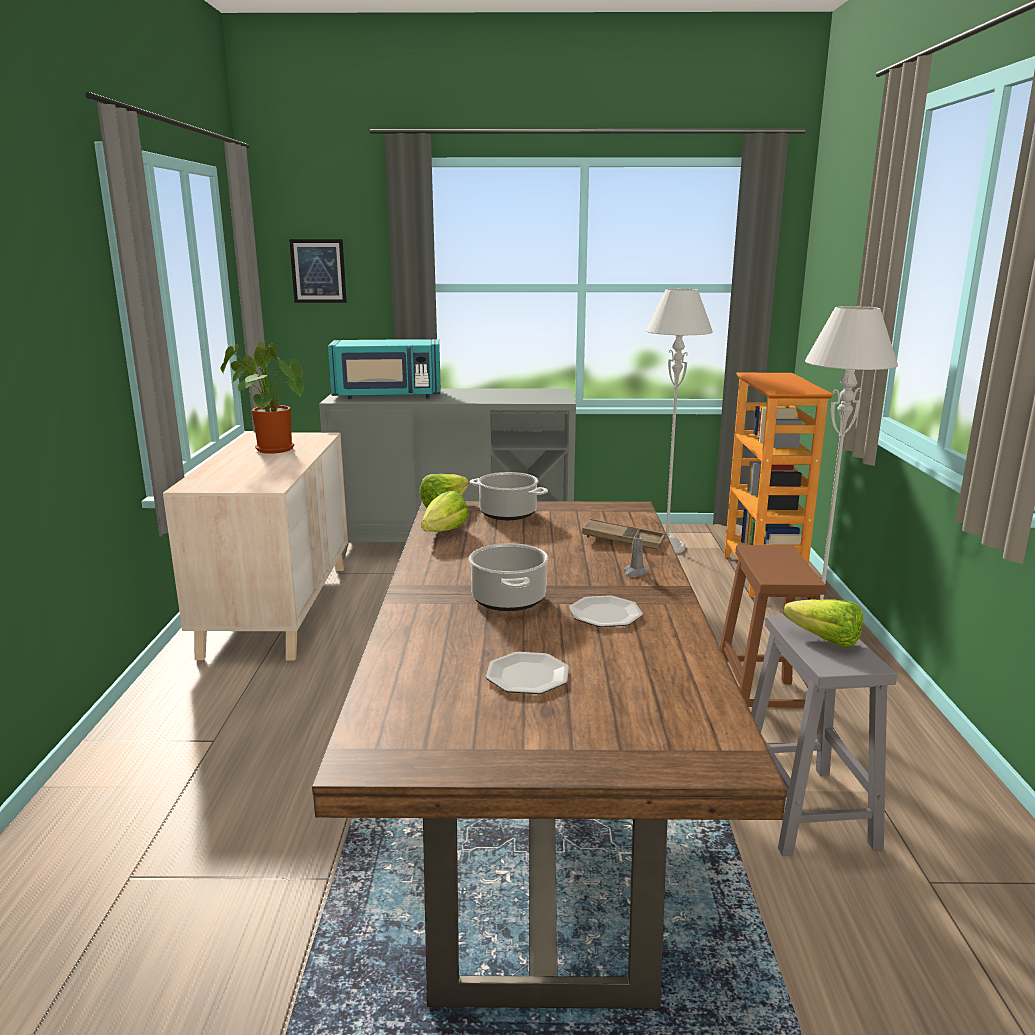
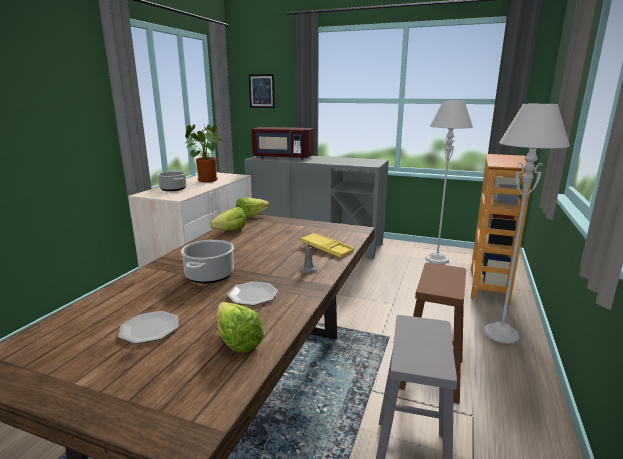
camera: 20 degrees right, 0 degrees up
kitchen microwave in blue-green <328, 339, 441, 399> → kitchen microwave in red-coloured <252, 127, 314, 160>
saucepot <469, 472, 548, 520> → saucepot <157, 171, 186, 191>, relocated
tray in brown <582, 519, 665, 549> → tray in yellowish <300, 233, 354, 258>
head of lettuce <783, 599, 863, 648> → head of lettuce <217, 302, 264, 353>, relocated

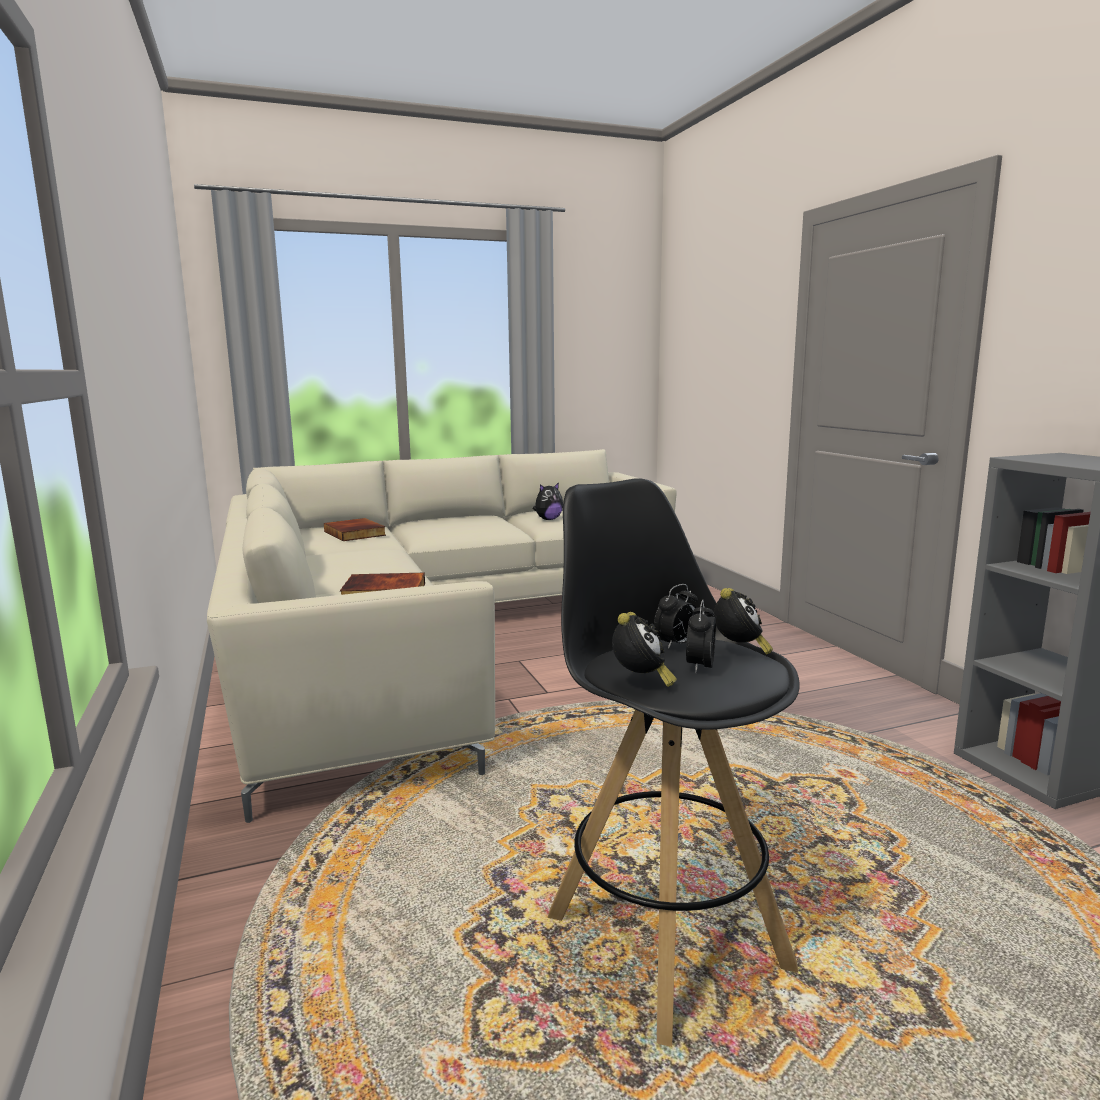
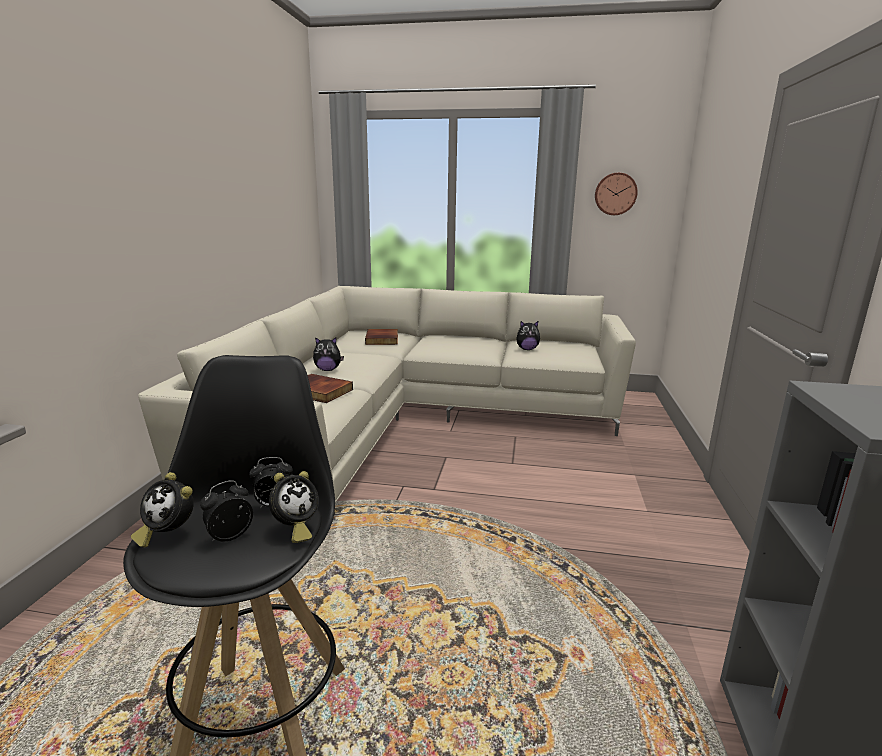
camera: 30 degrees right, 5 degrees up
alarm clock <612, 612, 677, 687> → alarm clock <131, 472, 194, 548>, 75 degrees clockwise
- → cuddly toy <313, 337, 344, 371>
- → clock on the wall <595, 172, 638, 215>

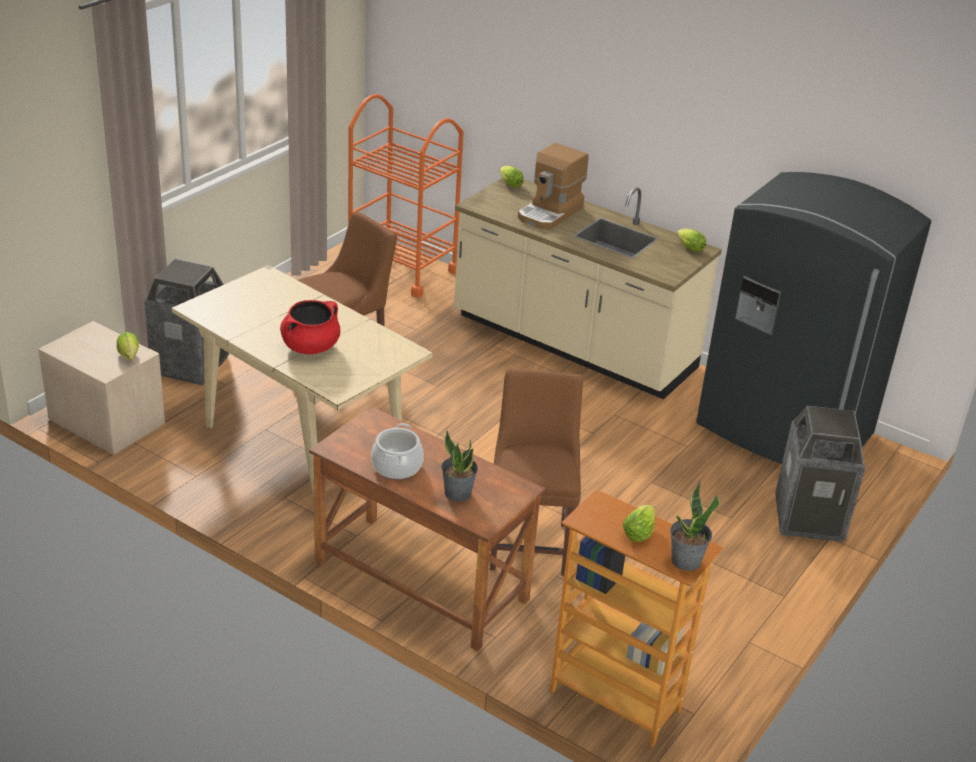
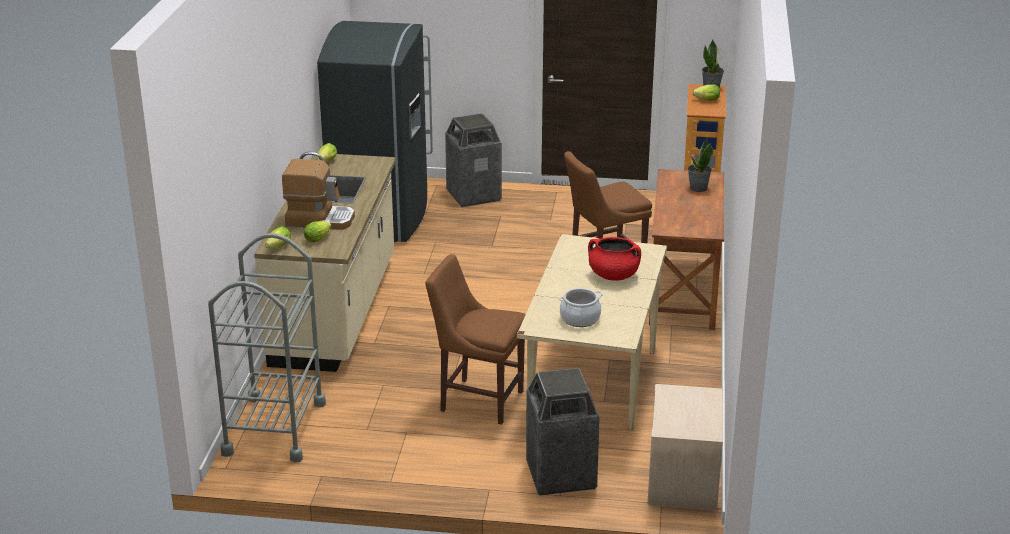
camera: 115 degrees left, 5 degrees down
head of lettuce <117, 332, 139, 360> → head of lettuce <304, 221, 332, 242>, relocated
wheeled cart in orange-coloured <348, 94, 464, 298> → wheeled cart in gray <208, 233, 326, 462>
saucepot <371, 423, 424, 479> → saucepot <559, 288, 603, 327>, relocated

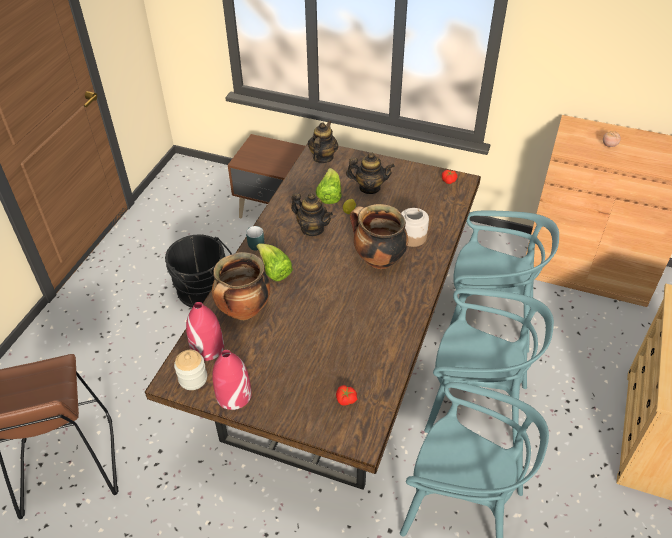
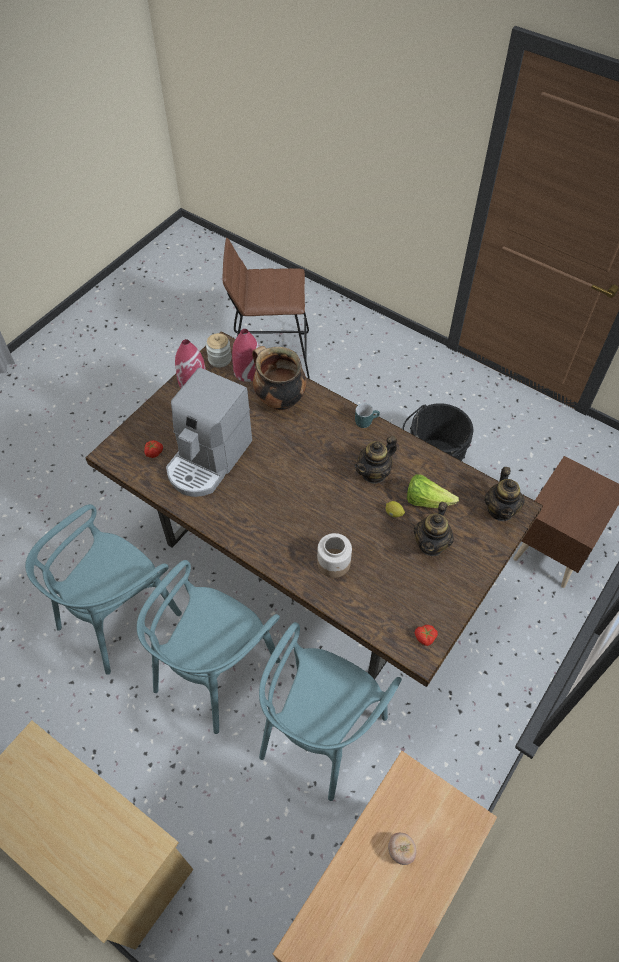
camera: 105 degrees right, 10 degrees up
head of lettuce <256, 243, 293, 281> → -
teapot <308, 121, 338, 163> → teapot <484, 467, 525, 521>, 60 degrees clockwise
saucepot <350, 204, 408, 269> → -
- → coffee brewer <166, 367, 252, 497>

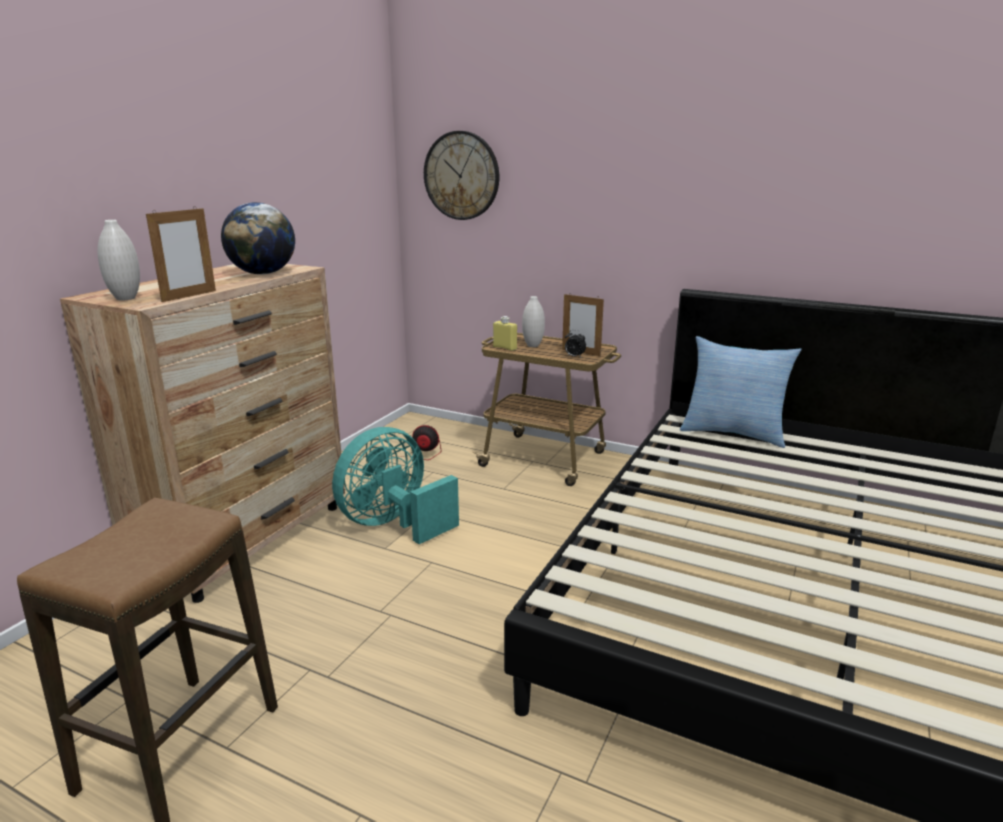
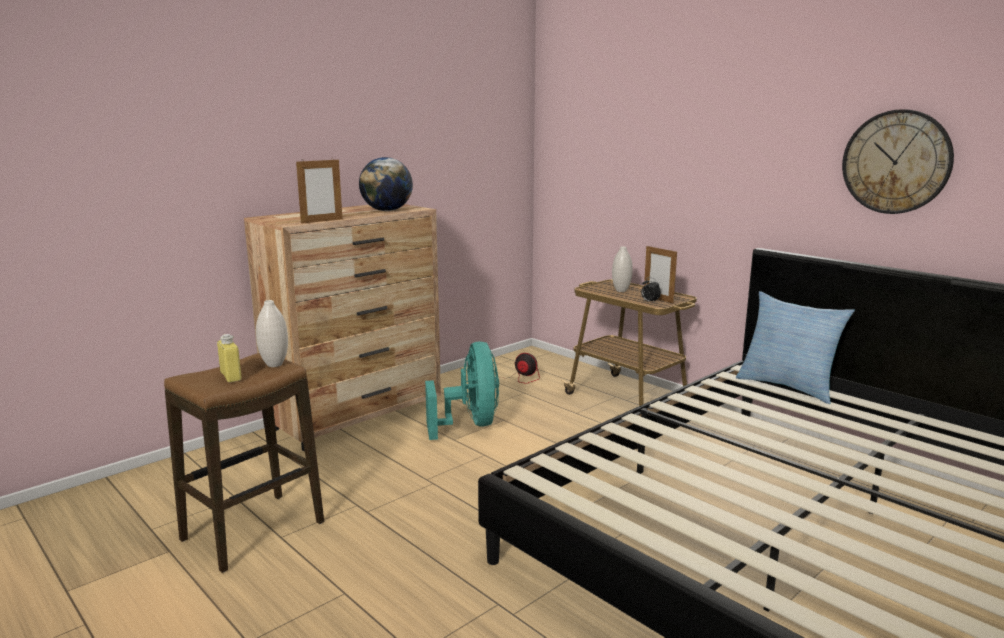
camera: 20 degrees right, 5 degrees down
vase in white-coloured <97, 220, 140, 300> → vase in white-coloured <256, 300, 288, 367>, relocated
fan in blue-green <332, 427, 459, 544> → fan in blue-green <425, 341, 499, 440>, 105 degrees clockwise
clock on the wall <424, 131, 499, 220> → clock on the wall <842, 109, 954, 214>, relocated
beverage bottle in yellowish <493, 316, 517, 351> → beverage bottle in yellowish <217, 334, 242, 382>, relocated

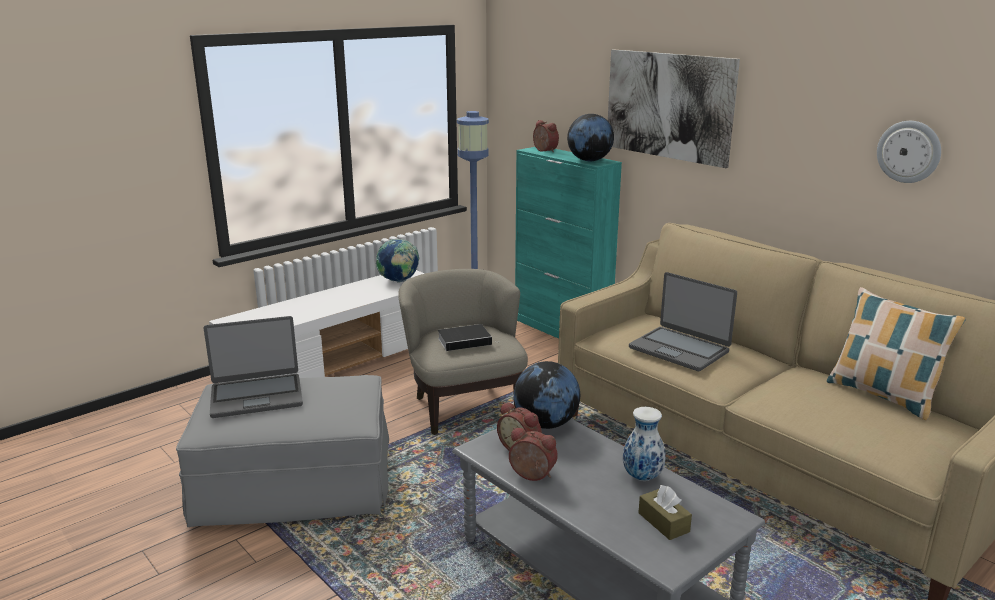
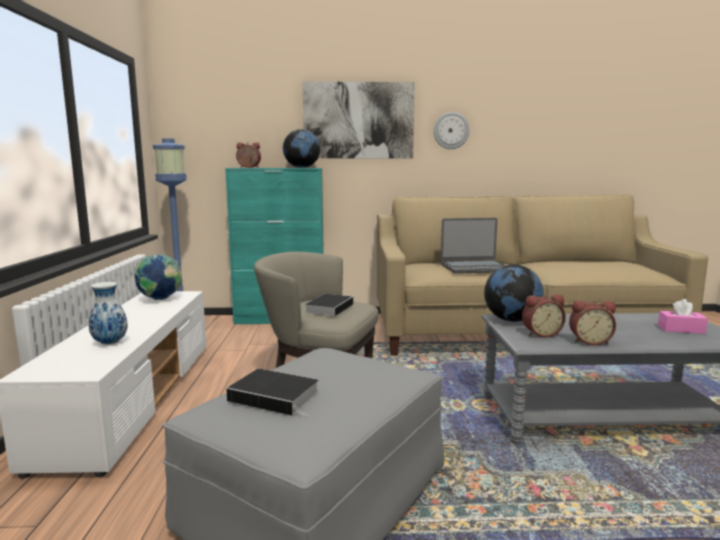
camera: 50 degrees left, 10 degrees down
notebook computer <204, 316, 303, 418> → bound book <226, 369, 319, 417>
alarm clock <509, 428, 558, 481> → alarm clock <569, 300, 616, 345>, 150 degrees counterclockwise
vase <623, 407, 666, 481> → vase <88, 282, 128, 345>, relocated
tissue box in brown <638, 485, 692, 540> → tissue box in pinkish <658, 299, 708, 334>
pillow <827, 287, 966, 420> → -
clock on the wall <877, 121, 941, 183> → clock on the wall <434, 112, 469, 149>, relocated

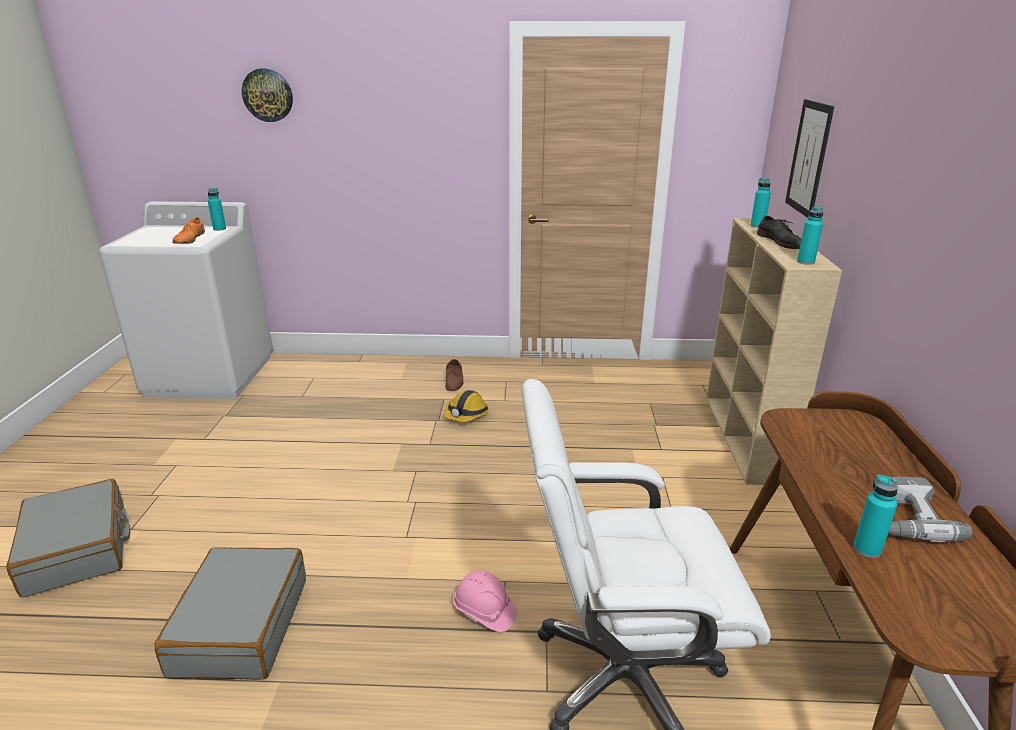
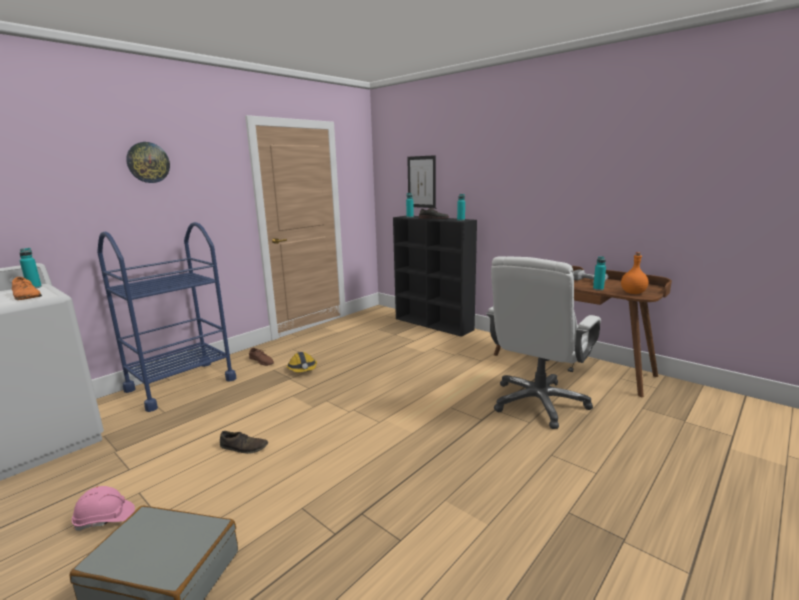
camera: 50 degrees left, 10 degrees down
suitcase in gray <154, 547, 306, 680> → -
clock on the wall <242, 68, 293, 122> → clock on the wall <126, 142, 170, 183>, relocated
hard hat in pinkish <453, 571, 517, 632> → hard hat in pinkish <72, 486, 135, 531>, relocated
bookshelf in beige <706, 218, 842, 485> → bookshelf in black-coloured <393, 216, 477, 337>
- → wheeled cart in bluish <97, 222, 237, 412>
- → low shoe in brown <220, 431, 268, 454>
- → beverage bottle in orange-coloured <621, 252, 648, 294>

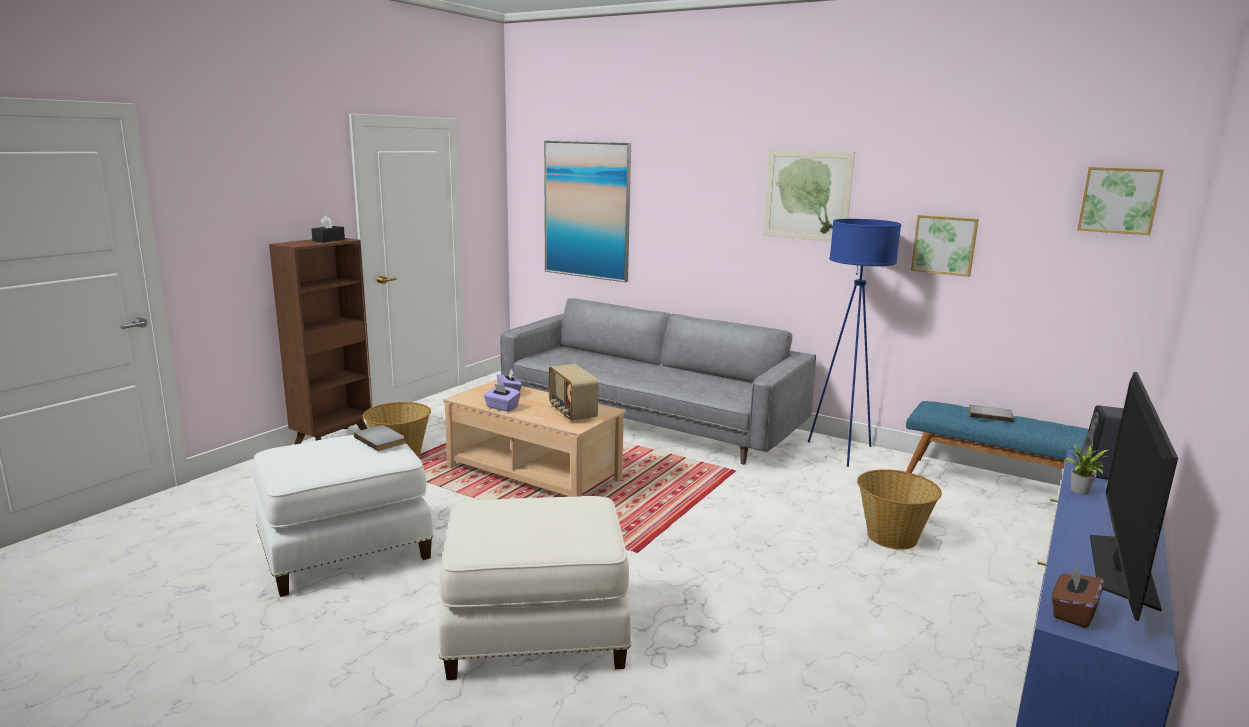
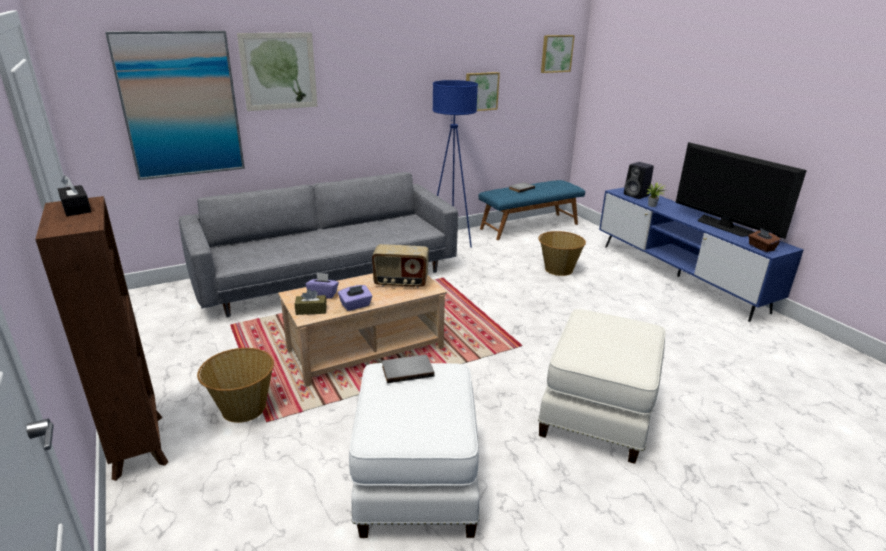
camera: 60 degrees left, 10 degrees up
wall picture <763, 150, 855, 242> → wall picture <237, 32, 318, 111>, relocated
- → tissue box in brown <295, 289, 327, 315>

